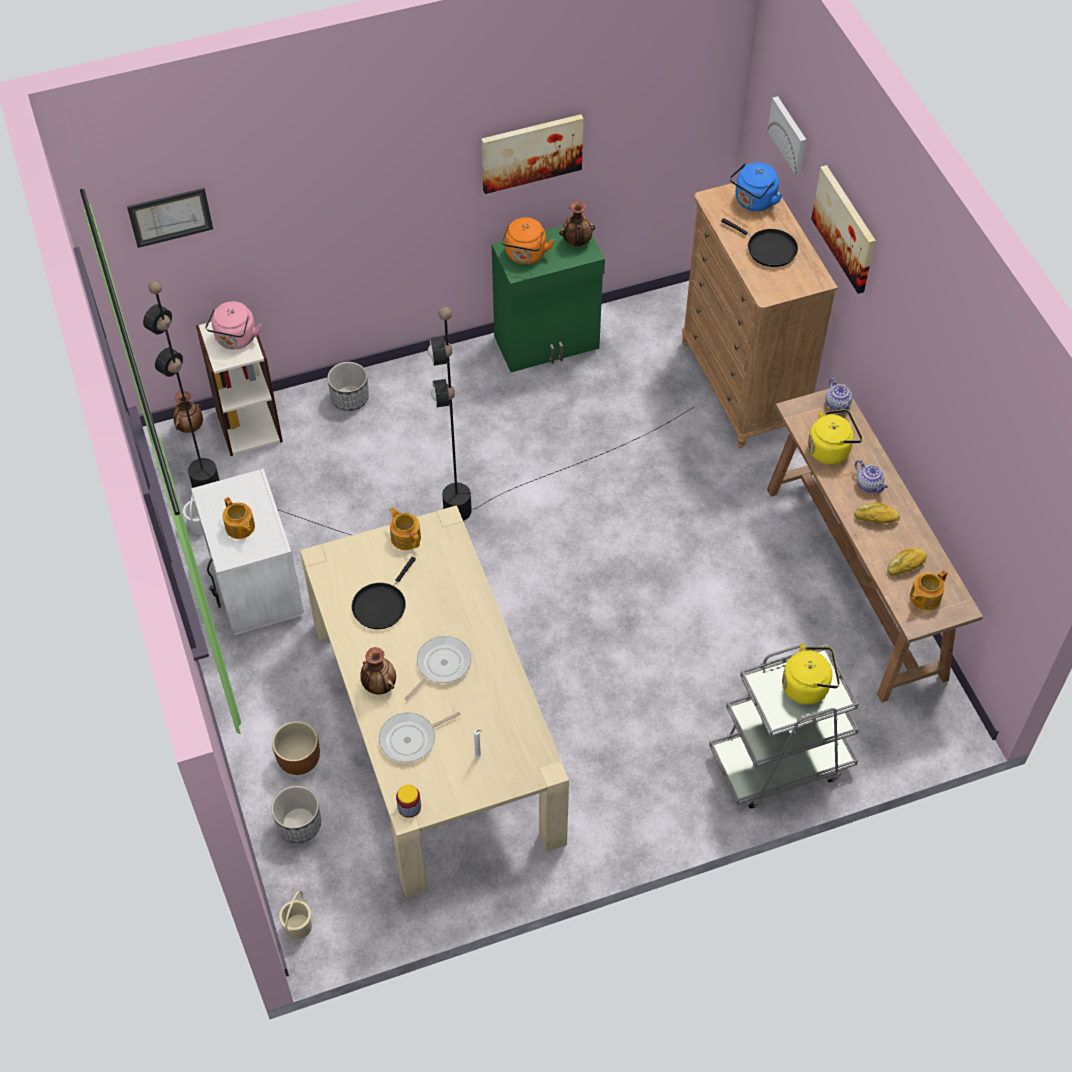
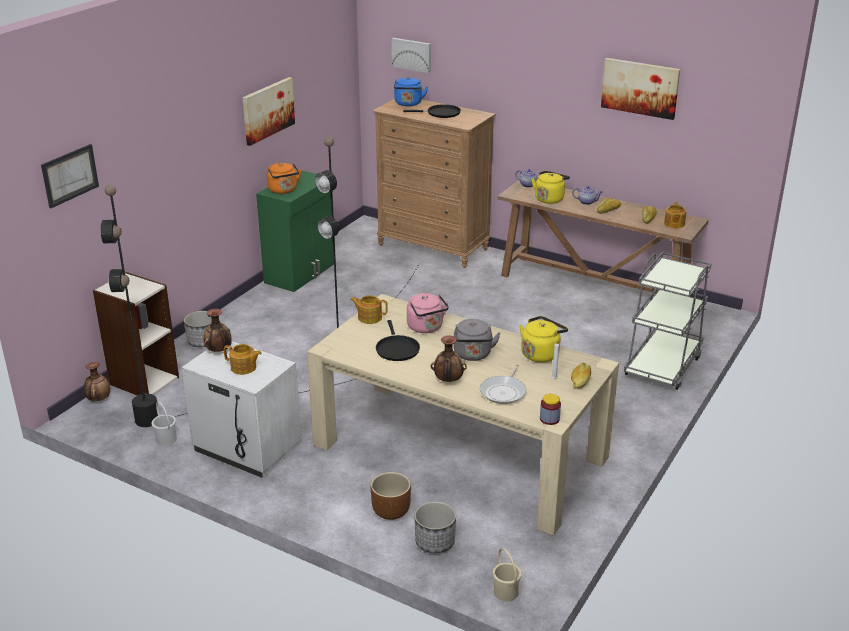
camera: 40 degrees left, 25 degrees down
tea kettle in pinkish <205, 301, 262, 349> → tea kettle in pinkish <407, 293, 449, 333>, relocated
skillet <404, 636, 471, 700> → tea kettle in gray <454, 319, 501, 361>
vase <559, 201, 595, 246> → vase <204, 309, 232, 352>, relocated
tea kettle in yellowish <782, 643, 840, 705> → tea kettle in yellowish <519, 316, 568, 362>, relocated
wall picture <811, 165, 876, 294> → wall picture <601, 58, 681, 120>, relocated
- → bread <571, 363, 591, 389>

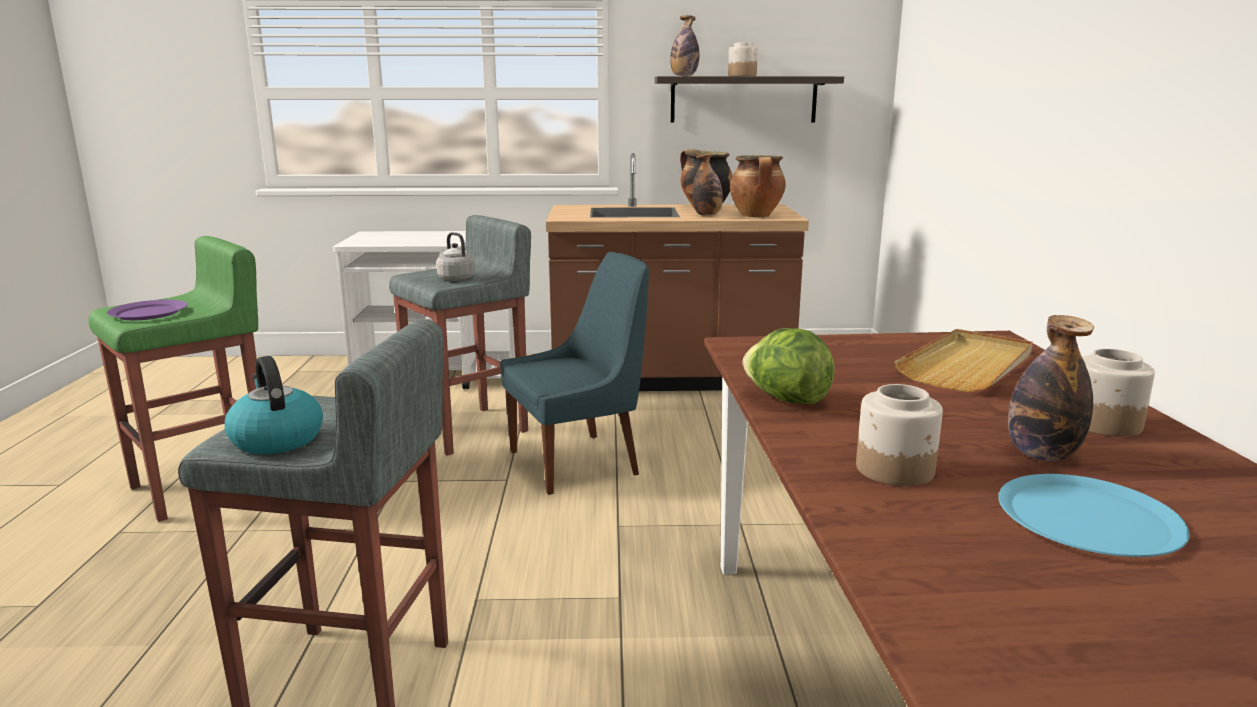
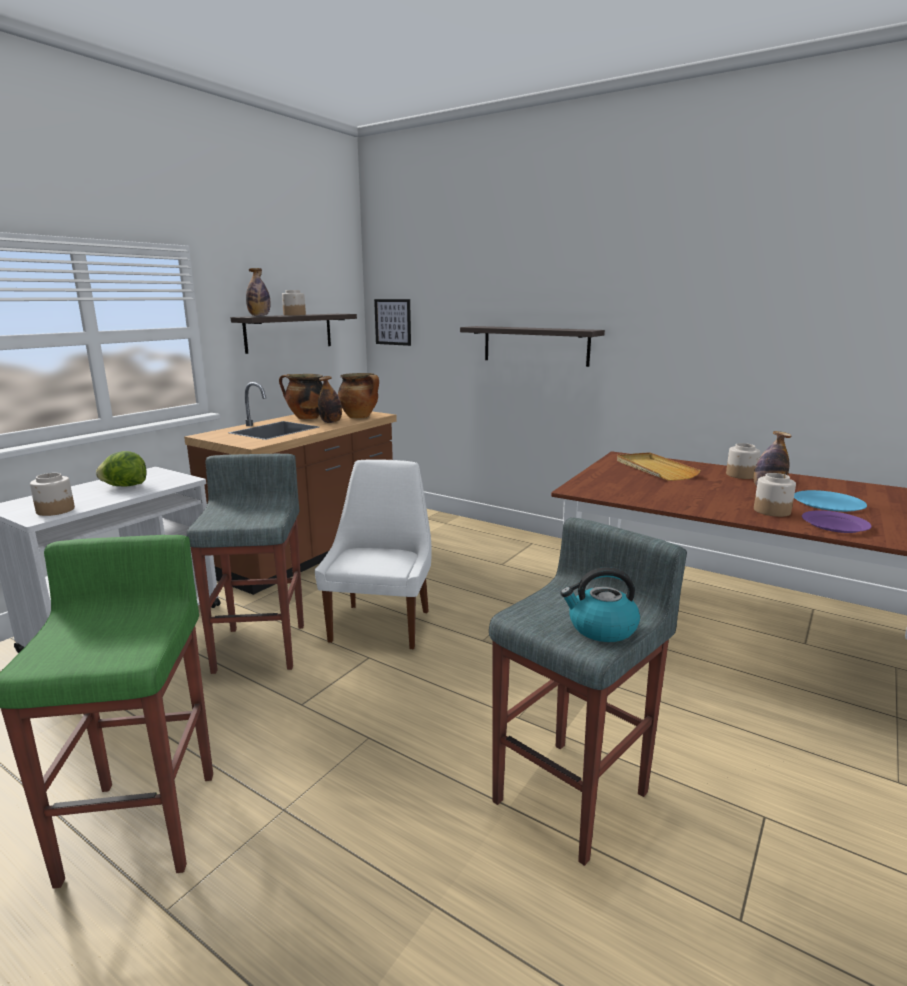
camera: 55 degrees left, 0 degrees up
plate in purplish <107, 300, 187, 320> → plate in purplish <802, 510, 871, 533>, relocated
tea kettle in gray <436, 232, 475, 281> → -
chair in bluish <500, 252, 649, 495> → chair in white-coloured <315, 459, 432, 649>
head of lettuce <743, 328, 835, 404> → head of lettuce <96, 451, 147, 487>, relocated
- → jar <30, 473, 75, 516>
- → wall picture <374, 299, 411, 346>
- → wall shelf <460, 326, 605, 367>

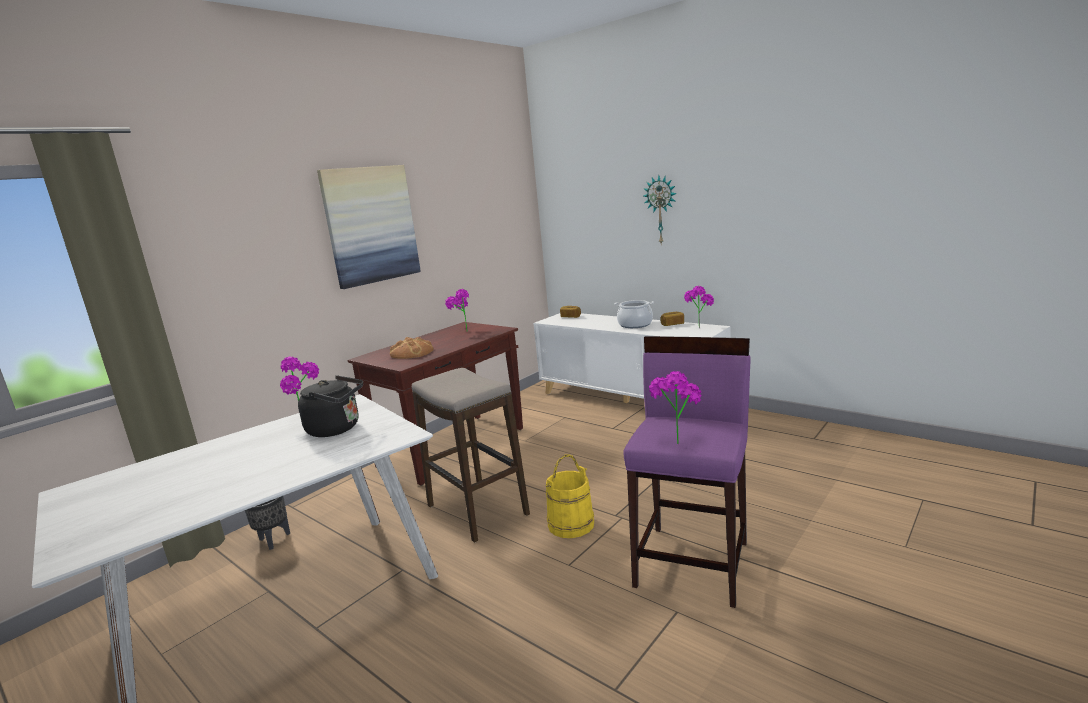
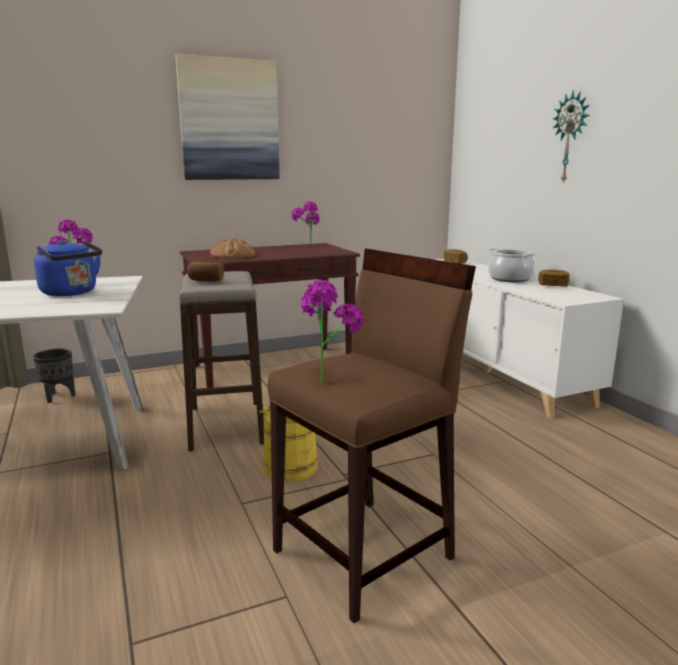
camera: 25 degrees right, 0 degrees up
tea kettle in black-coloured <298, 375, 363, 437> → tea kettle in bluish <34, 240, 102, 296>
sitting stool in purplish <623, 336, 751, 608> → sitting stool in brown <268, 249, 476, 623>
potted plant <684, 286, 714, 328> → -
- → bread <187, 262, 224, 282>

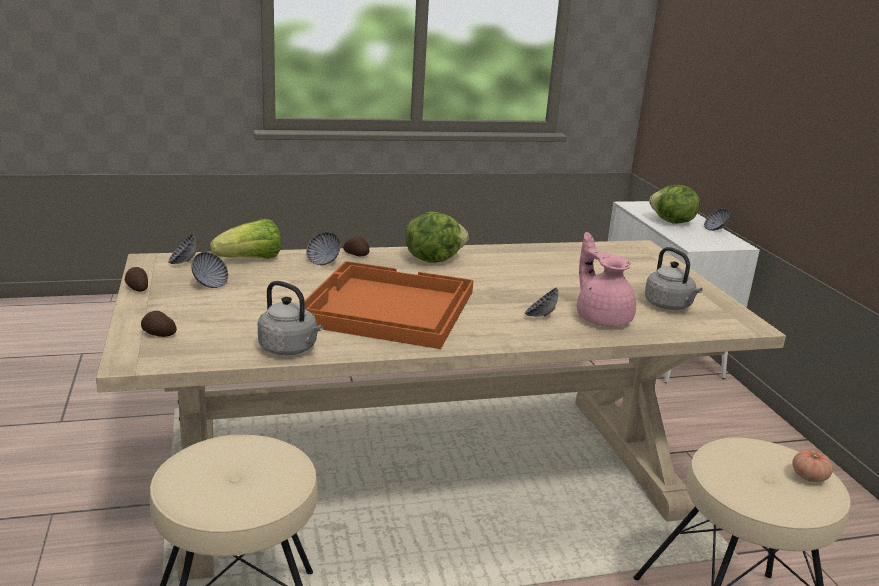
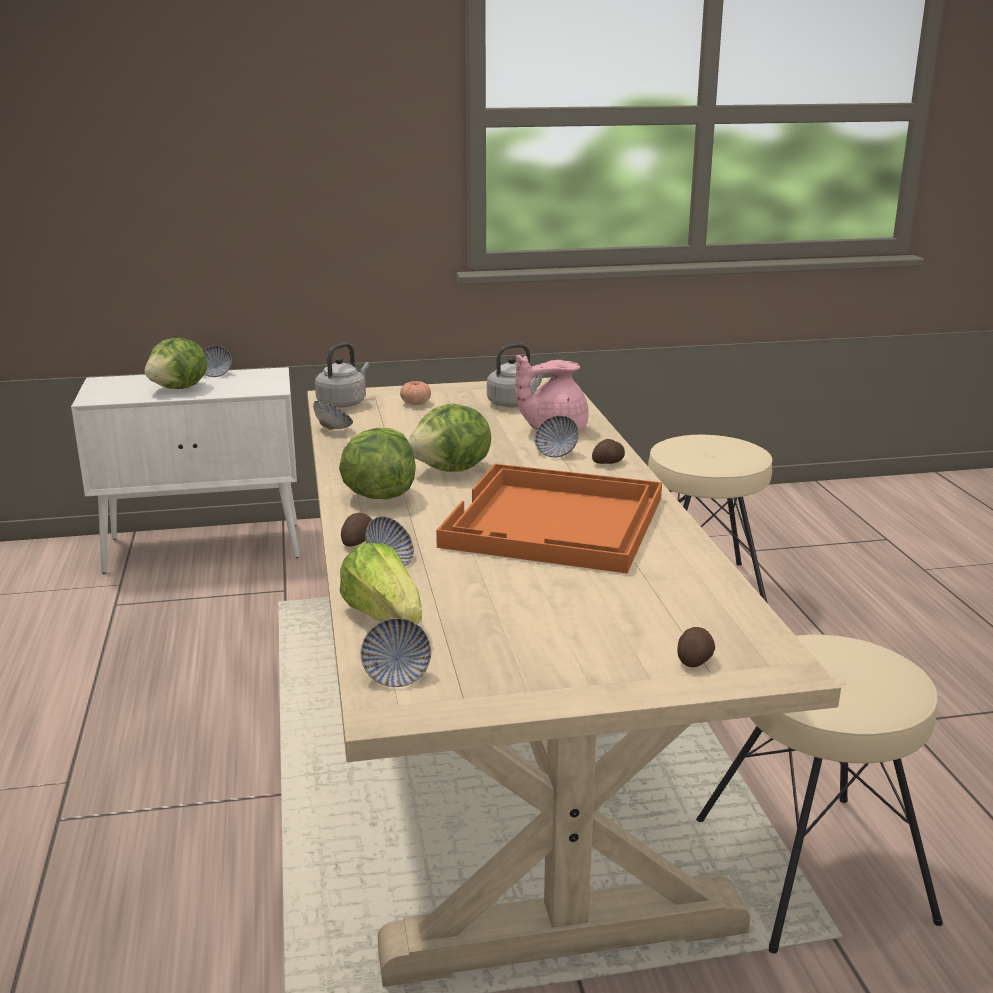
camera: 85 degrees left, 0 degrees up
spud <125, 267, 148, 292> → spud <592, 439, 625, 464>, relocated
serving bowl <191, 252, 228, 288> → serving bowl <313, 401, 353, 430>, relocated
tea kettle in gray <258, 281, 323, 356> → tea kettle in gray <315, 343, 369, 408>, relocated
tomato <792, 450, 833, 482> → tomato <400, 381, 431, 405>, relocated
- → head of lettuce <408, 404, 491, 472>

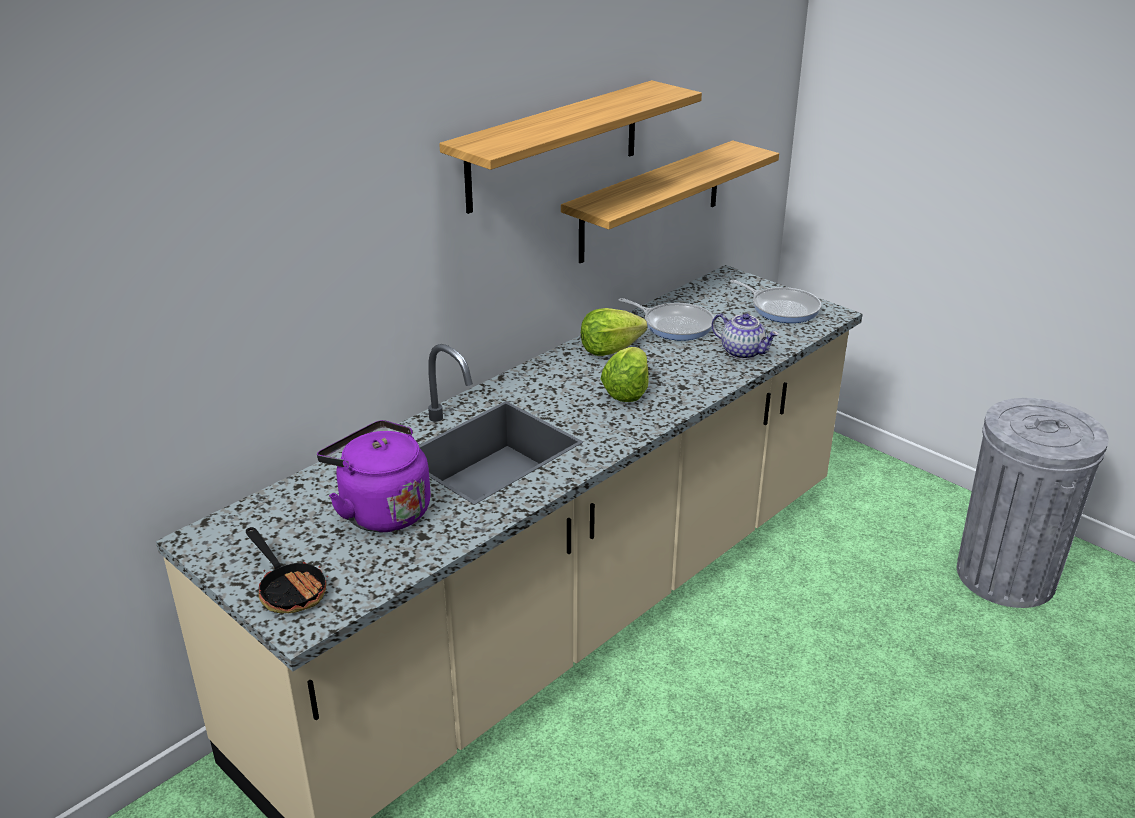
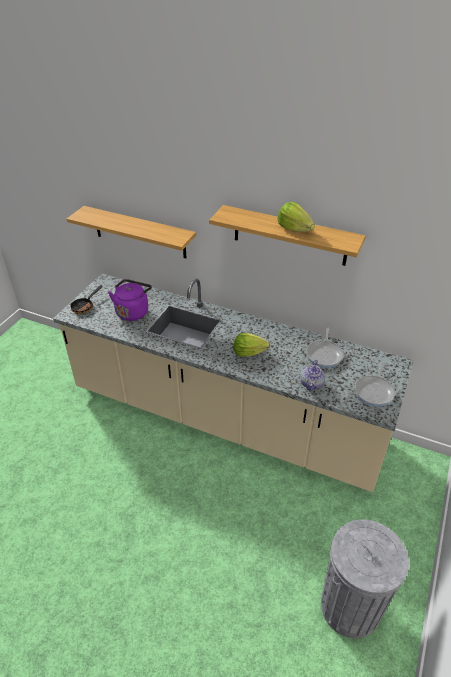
camera: 70 degrees right, 10 degrees up
wall shelf <561, 140, 779, 263> → wall shelf <67, 206, 196, 259>, relocated
head of lettuce <581, 308, 647, 356> → head of lettuce <278, 202, 315, 232>, relocated

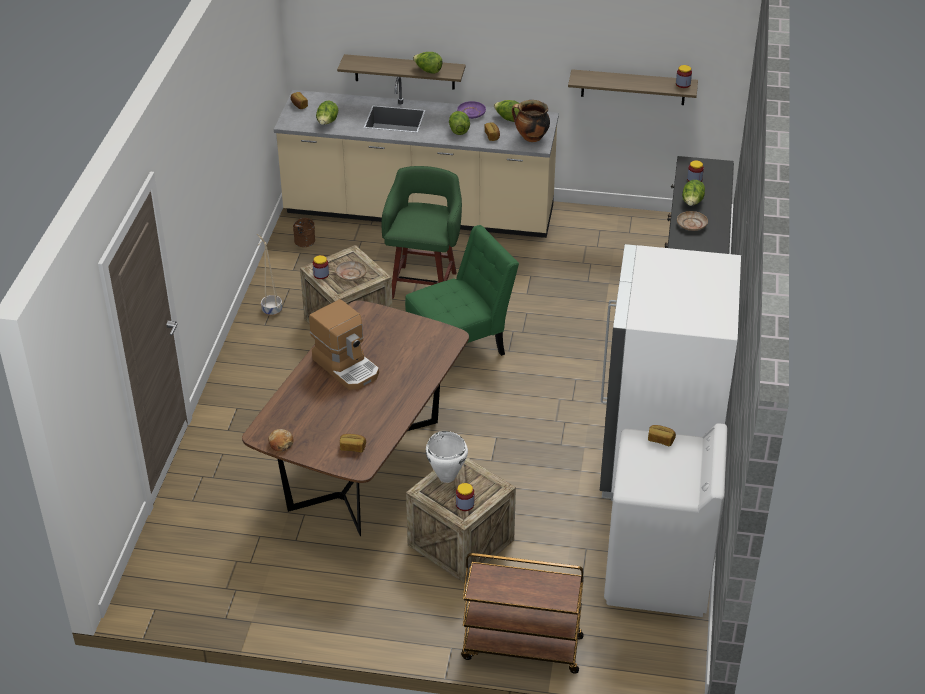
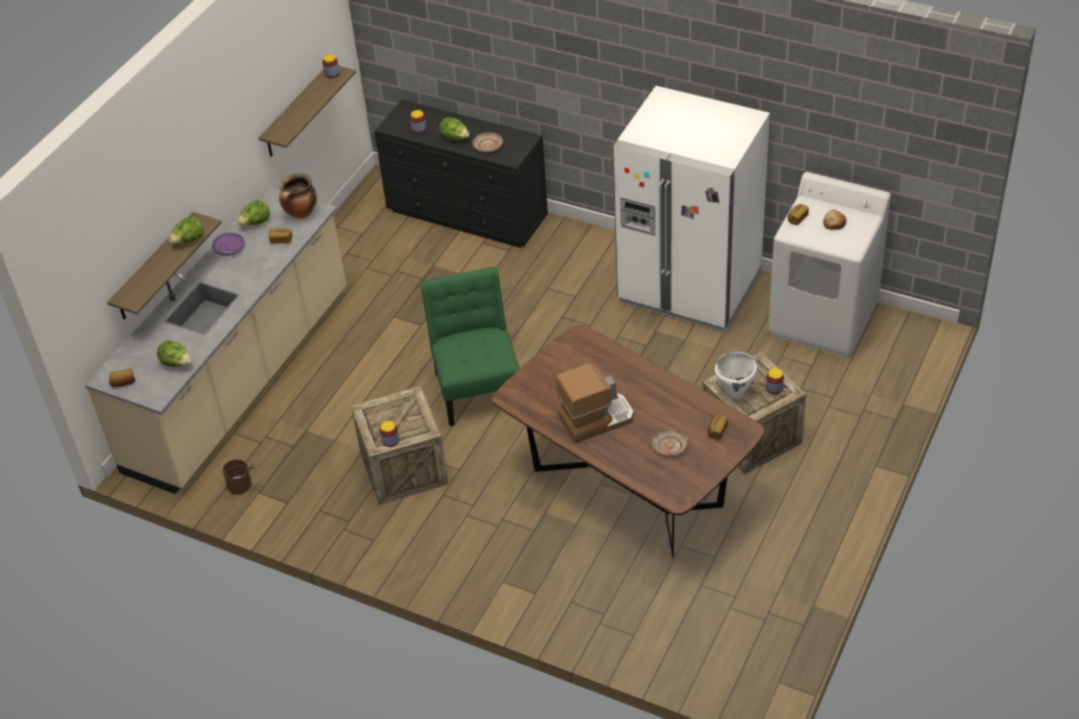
camera: 70 degrees left, 5 degrees up
planter in beige <257, 234, 282, 316> → -
bread <268, 429, 294, 452> → bread <823, 210, 847, 230>, relocated
plate in beige <335, 261, 367, 281> → plate in beige <652, 428, 688, 456>, relocated
sitting stool in greenish <381, 166, 462, 299> → -
head of lettuce <449, 111, 470, 135> → -
wheeled cart in brown <461, 553, 584, 674> → -

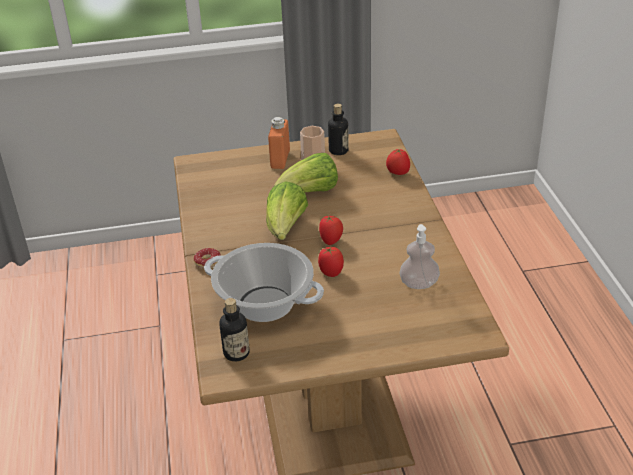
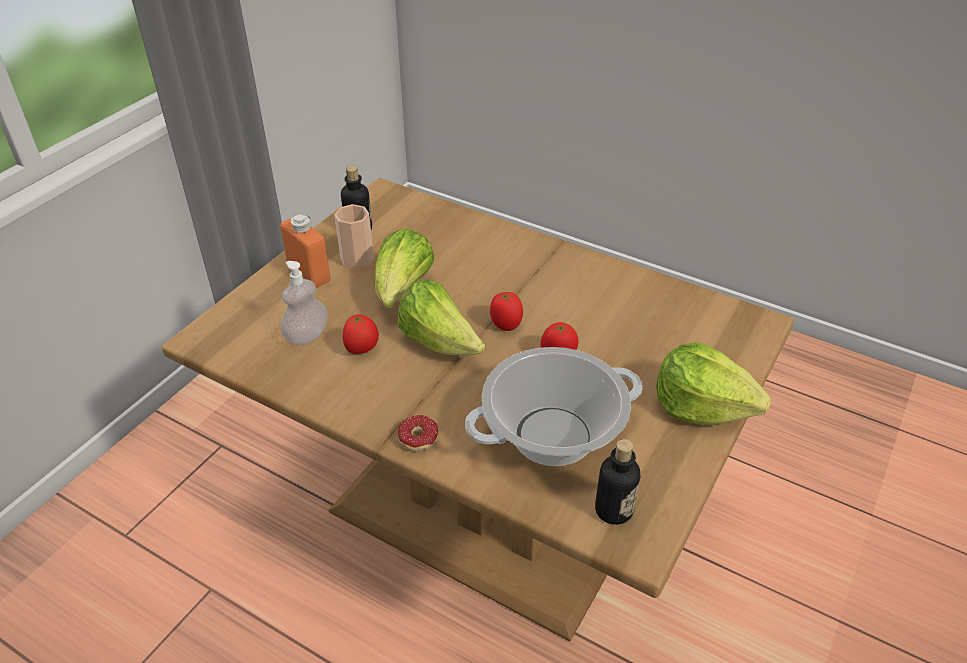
camera: 50 degrees left, 5 degrees up
tomato <386, 149, 410, 175> → tomato <343, 314, 379, 354>, relocated
liquid soap bottle <399, 224, 440, 289> → liquid soap bottle <281, 261, 328, 345>, relocated
- → head of lettuce <656, 342, 771, 425>

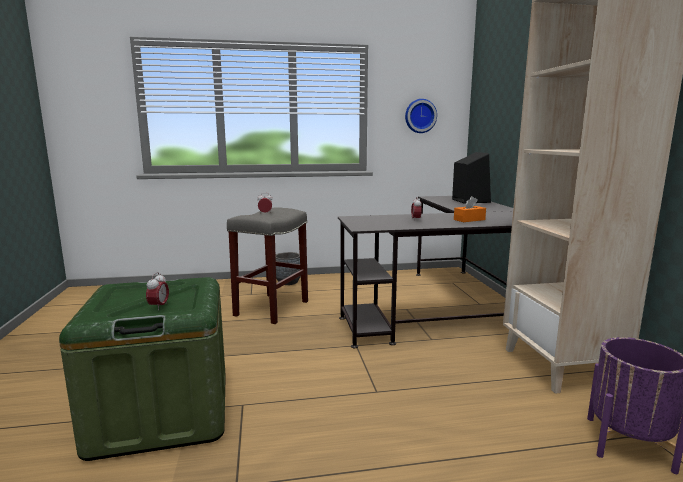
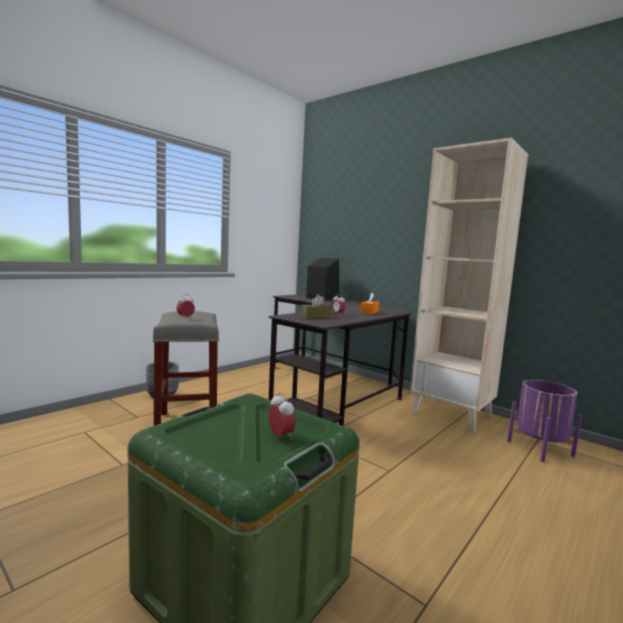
camera: 40 degrees left, 5 degrees down
clock on the wall <405, 99, 437, 133> → -
- → tissue box in brown <302, 295, 332, 318>

